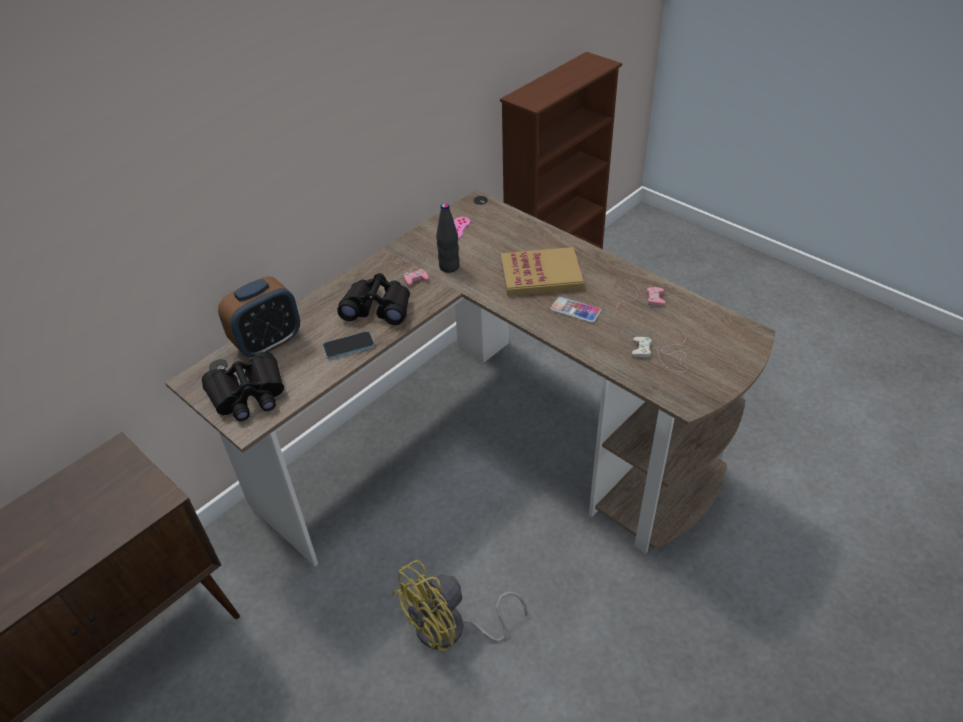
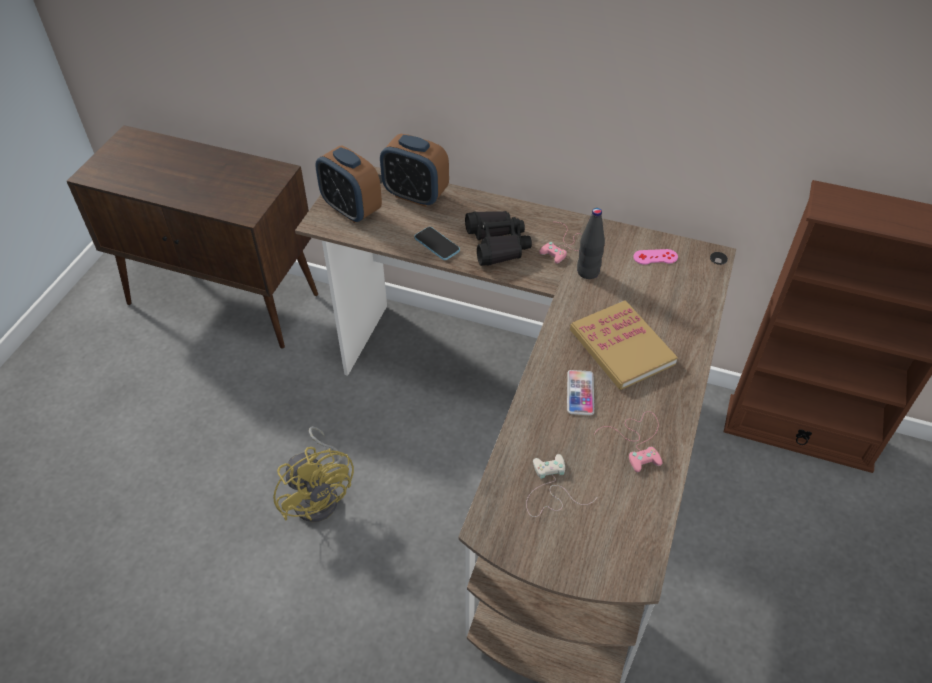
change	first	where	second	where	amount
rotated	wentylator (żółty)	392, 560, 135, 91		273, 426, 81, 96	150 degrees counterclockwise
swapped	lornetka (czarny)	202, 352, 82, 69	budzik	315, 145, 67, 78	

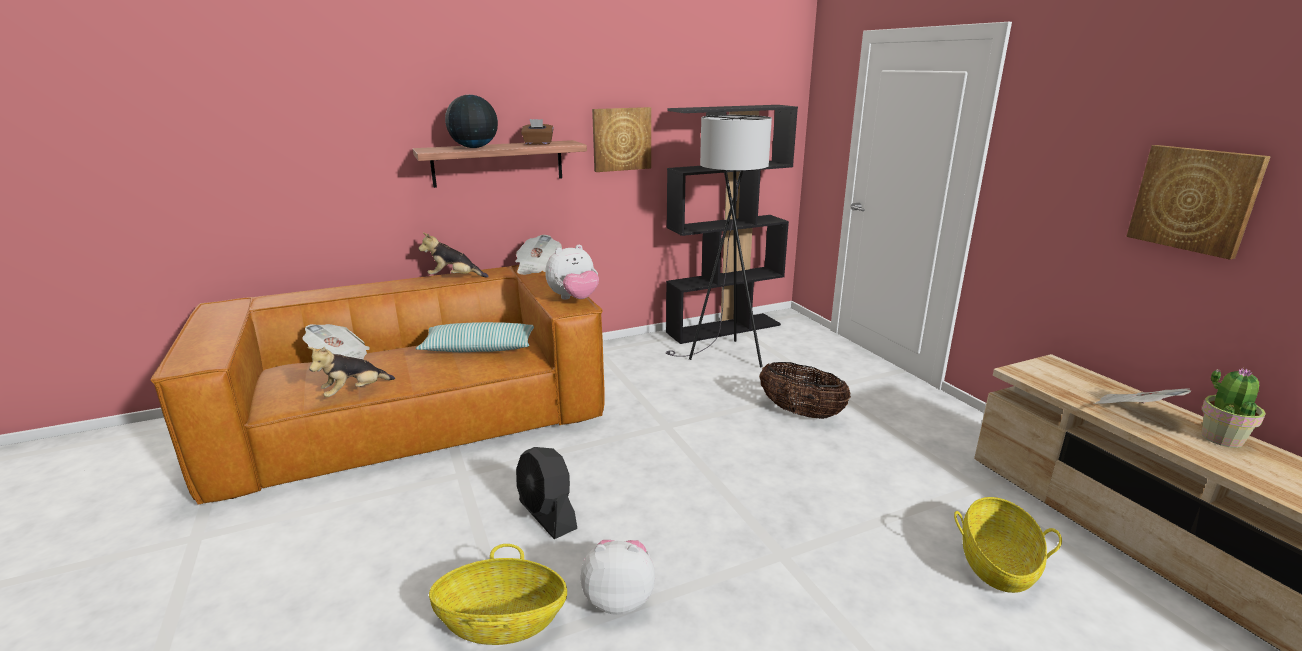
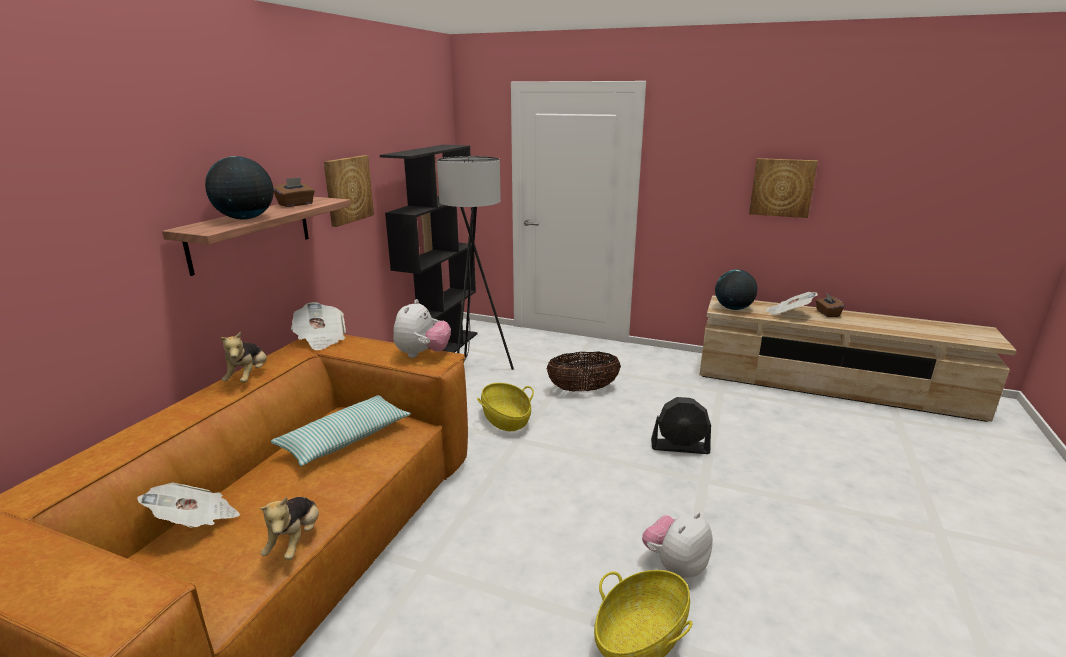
change	first	where	second	where	amount
rotated	pluszak	419, 232, 70, 46		220, 331, 47, 52	45 degrees counterclockwise
shifted	koszyk	954, 497, 108, 96		477, 383, 57, 48	
shifted	wentylator (czarny)	516, 447, 61, 92		651, 397, 60, 57	
new			globus	715, 270, 43, 40	
swapped	roślina doniczkowa	1201, 369, 65, 79	pudełko chusteczek (brązowy)	816, 293, 28, 24	

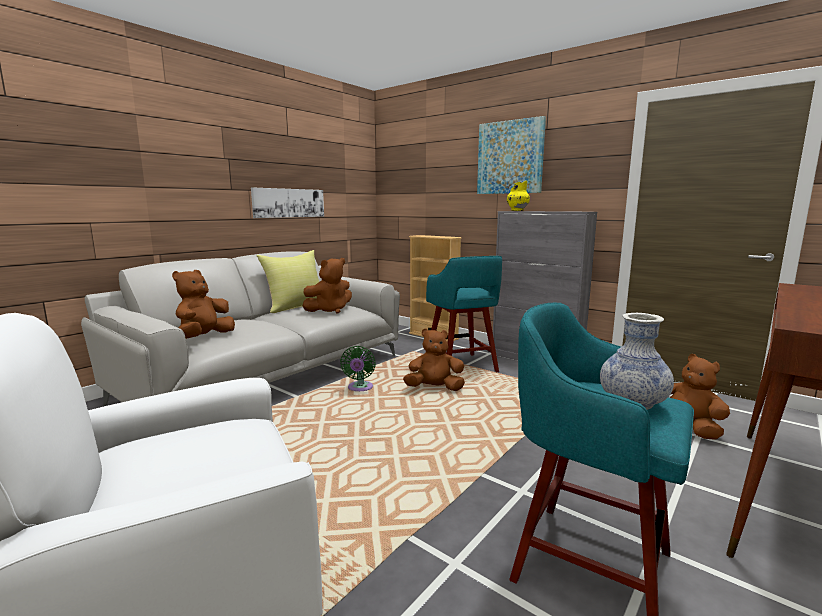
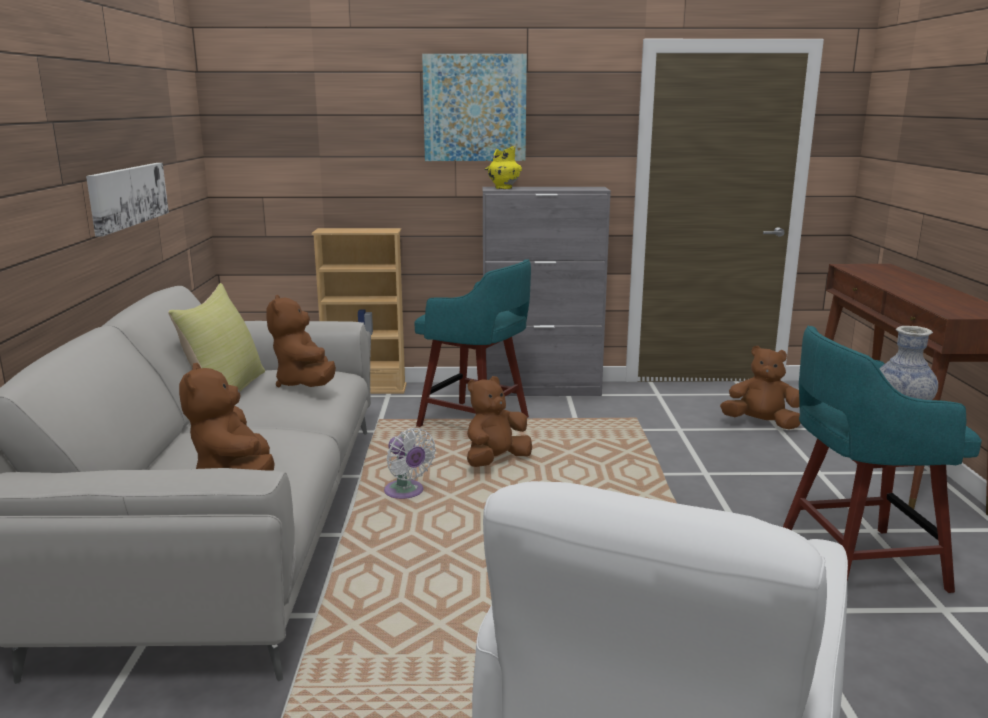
change	first	where	second	where	amount
rotated	pluszak (brązowy)	303, 258, 49, 56		266, 295, 70, 93	150 degrees clockwise
repainted	wentylator (zielony)	340, 346, 36, 45	wentylator (biały)	384, 428, 52, 71	

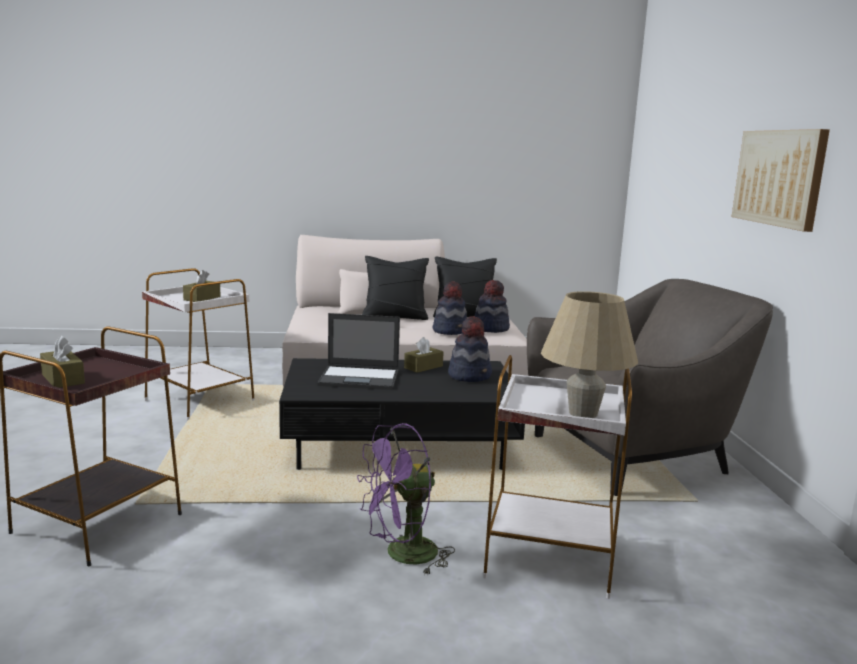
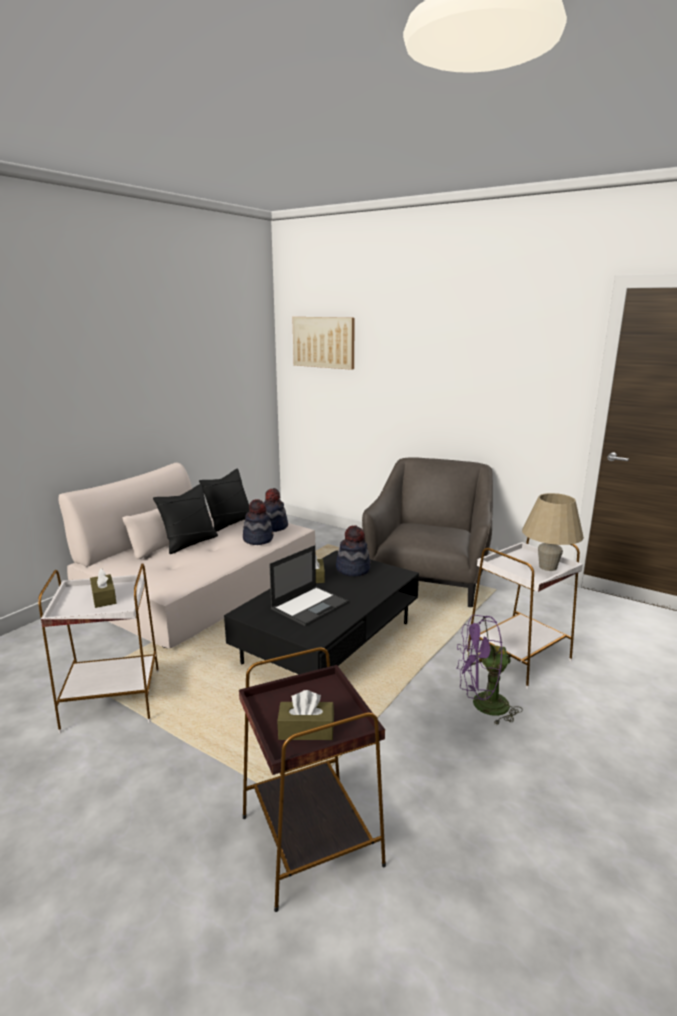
change	first	where	second	where	amount
shifted	obraz	732, 129, 98, 103		292, 317, 63, 53	
rotated	wentylator (fioletowy)	357, 423, 98, 153		456, 615, 67, 111	75 degrees clockwise

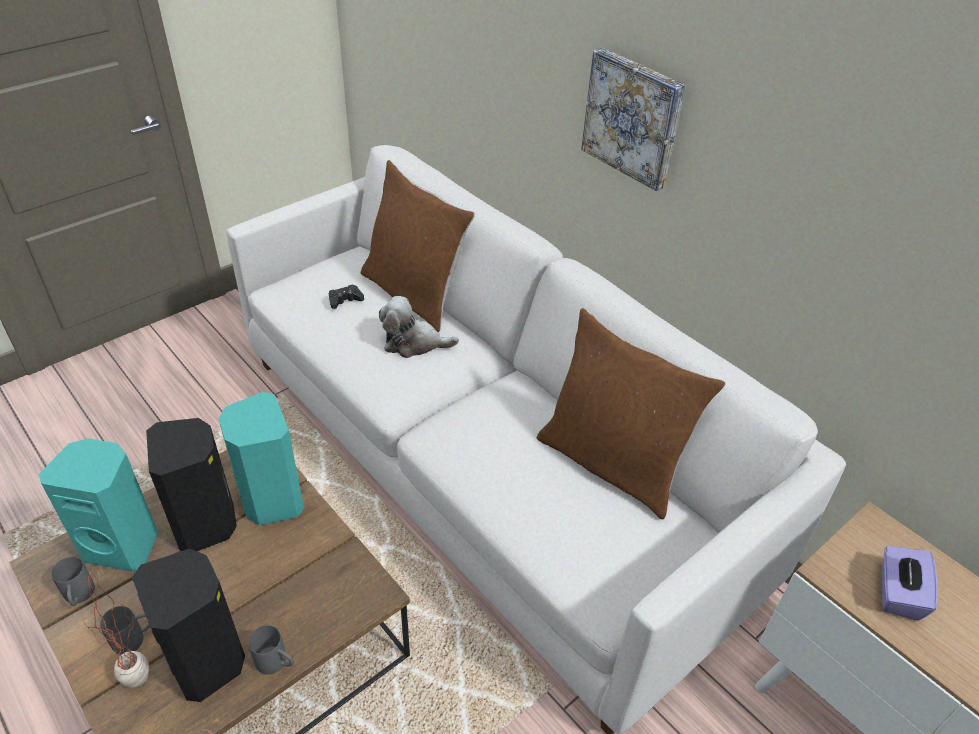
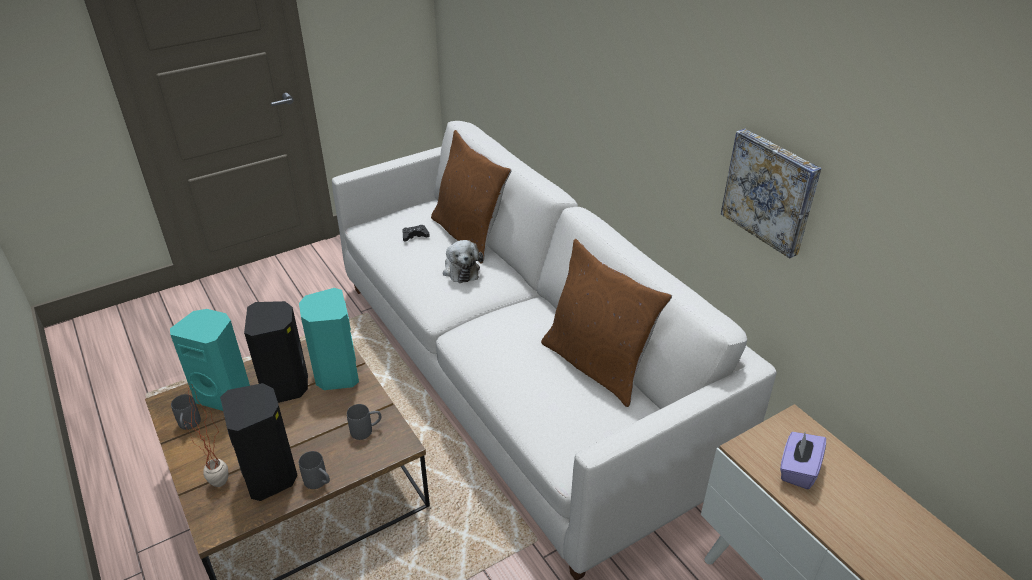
change	first	where	second	where	amount
shifted	kubek (szary)	100, 606, 50, 49		347, 404, 34, 36	
rotated	pluszak	379, 296, 80, 62		443, 240, 40, 43	120 degrees counterclockwise
shifted	obraz	581, 48, 104, 143		721, 129, 101, 130	

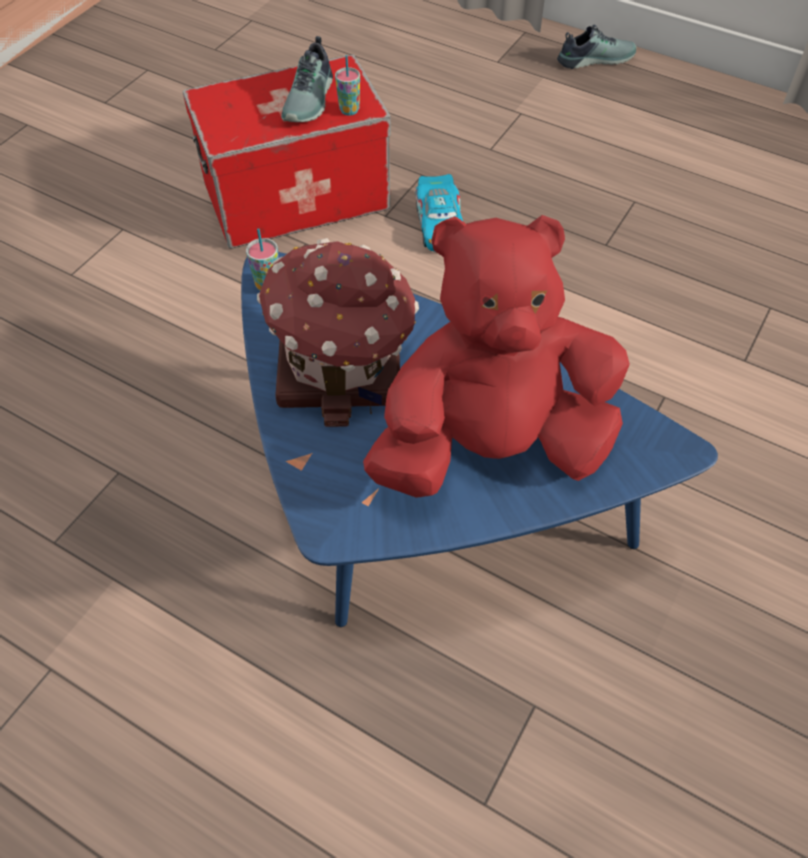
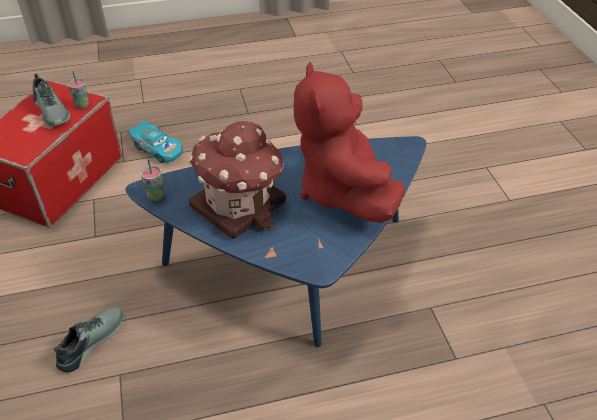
change	first	where	second	where	amount
shifted	but	557, 25, 79, 44		54, 307, 69, 65	
rotated	pluszak (czerwony)	363, 215, 267, 283		294, 62, 111, 161	45 degrees counterclockwise

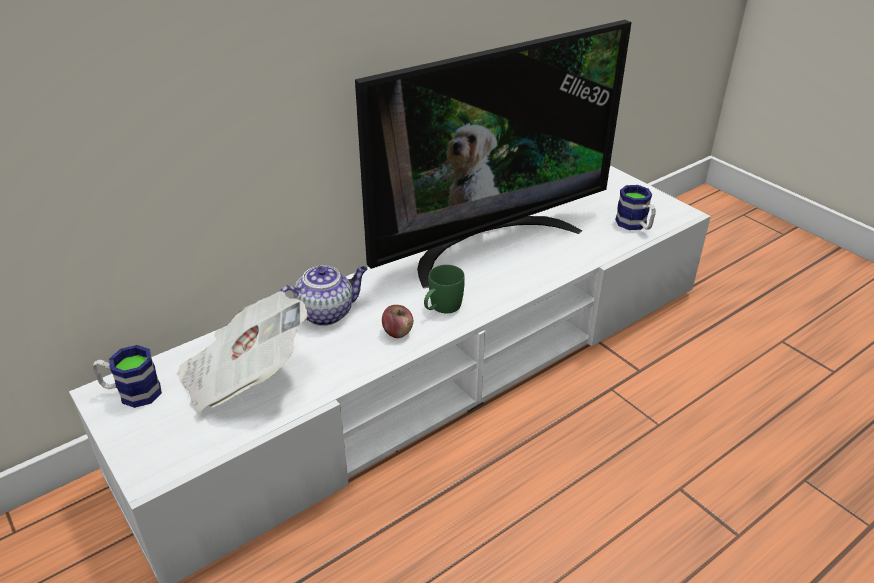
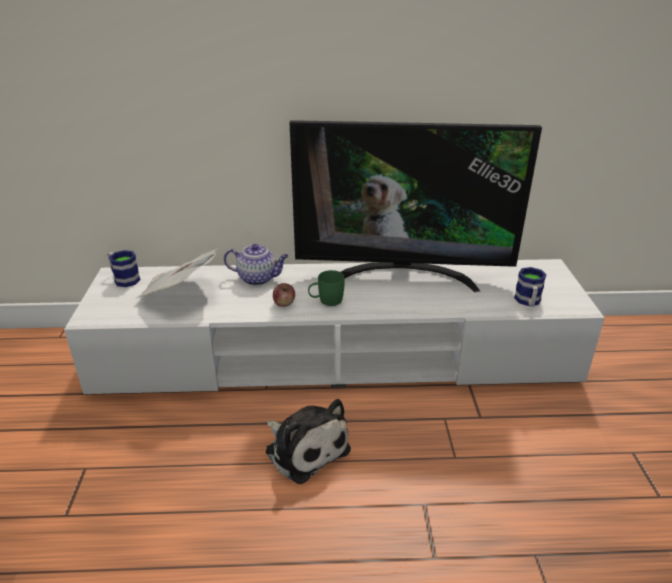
change	first	where	second	where	amount
new			pluszak	266, 399, 85, 85	

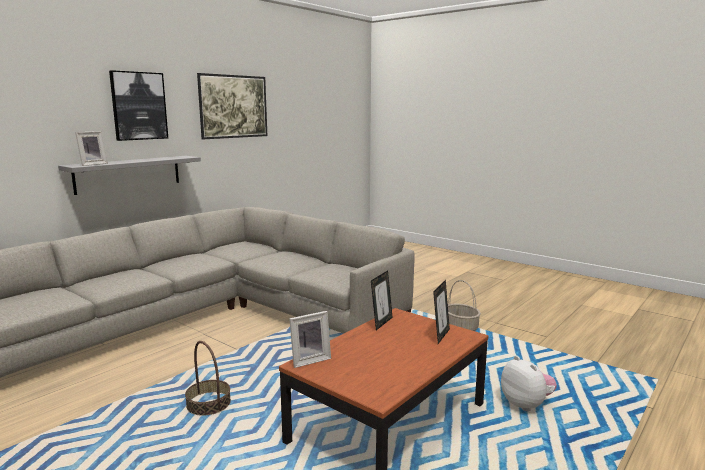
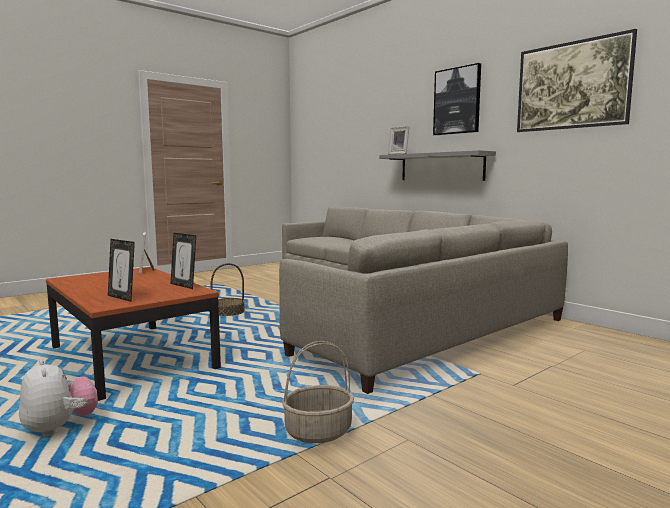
change	first	where	second	where	amount
rotated	pluszak	501, 356, 56, 55		19, 359, 79, 77	105 degrees counterclockwise

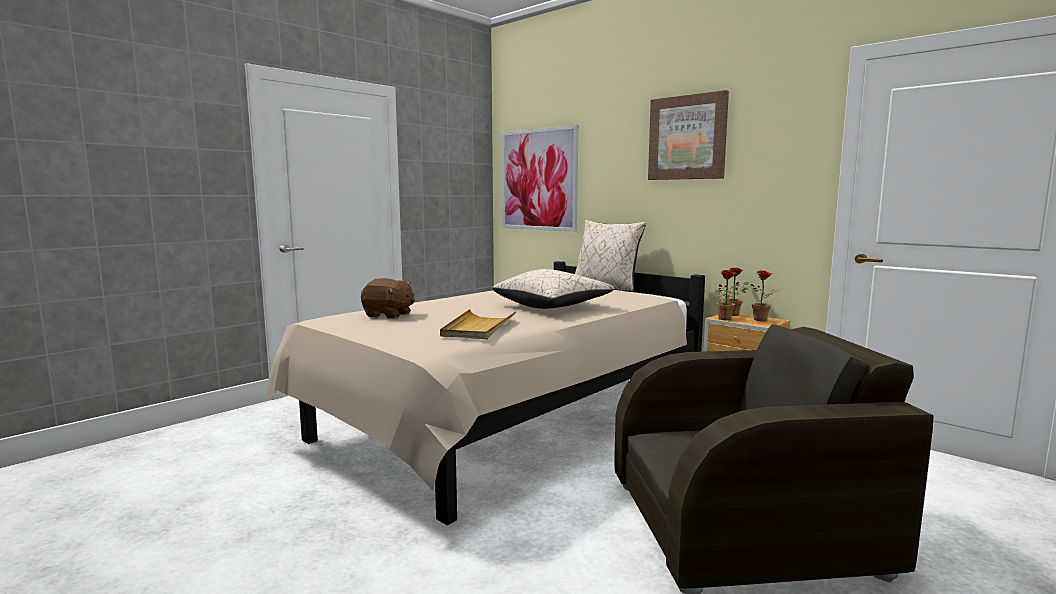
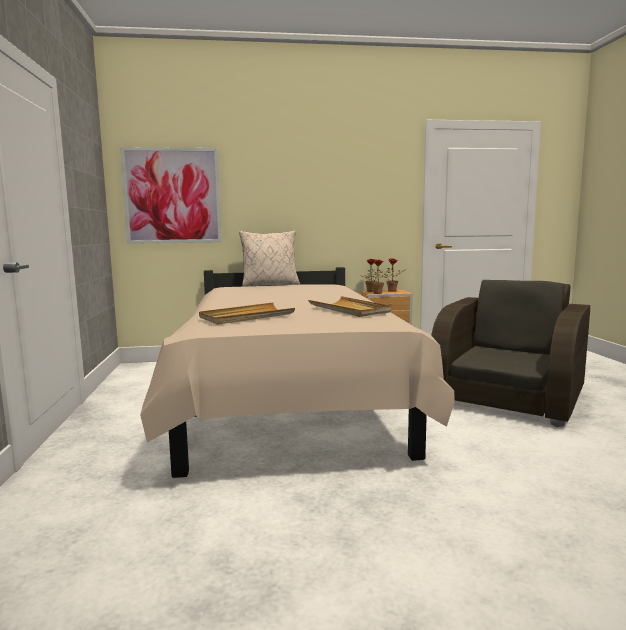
change	first	where	second	where	amount
swapped	pluszak (brązowy)	361, 278, 54, 41	taca (beżowy)	199, 303, 96, 22	
gone	poduszka (beżowy)	493, 269, 121, 40			
gone	obraz	648, 90, 81, 90			

